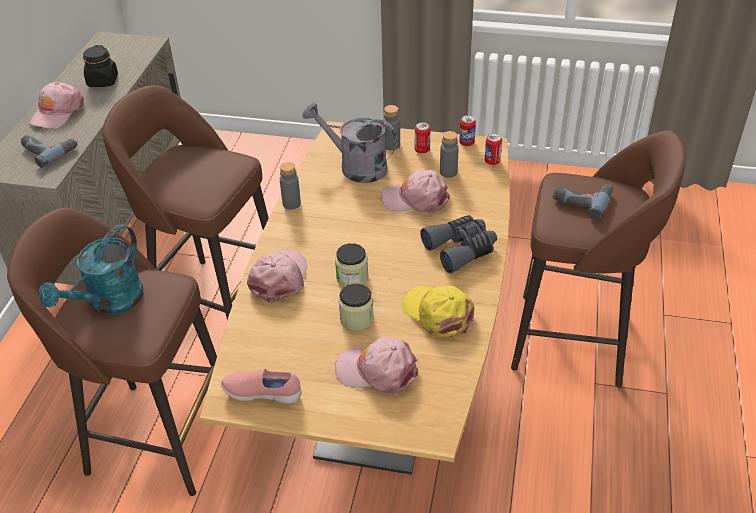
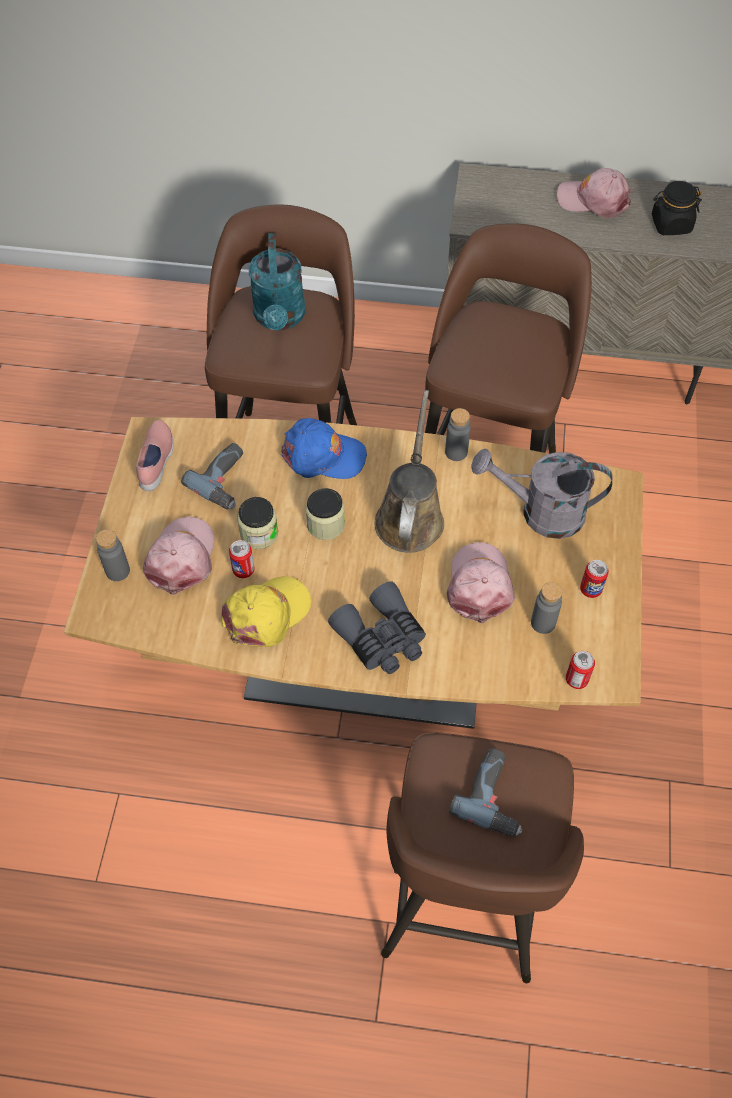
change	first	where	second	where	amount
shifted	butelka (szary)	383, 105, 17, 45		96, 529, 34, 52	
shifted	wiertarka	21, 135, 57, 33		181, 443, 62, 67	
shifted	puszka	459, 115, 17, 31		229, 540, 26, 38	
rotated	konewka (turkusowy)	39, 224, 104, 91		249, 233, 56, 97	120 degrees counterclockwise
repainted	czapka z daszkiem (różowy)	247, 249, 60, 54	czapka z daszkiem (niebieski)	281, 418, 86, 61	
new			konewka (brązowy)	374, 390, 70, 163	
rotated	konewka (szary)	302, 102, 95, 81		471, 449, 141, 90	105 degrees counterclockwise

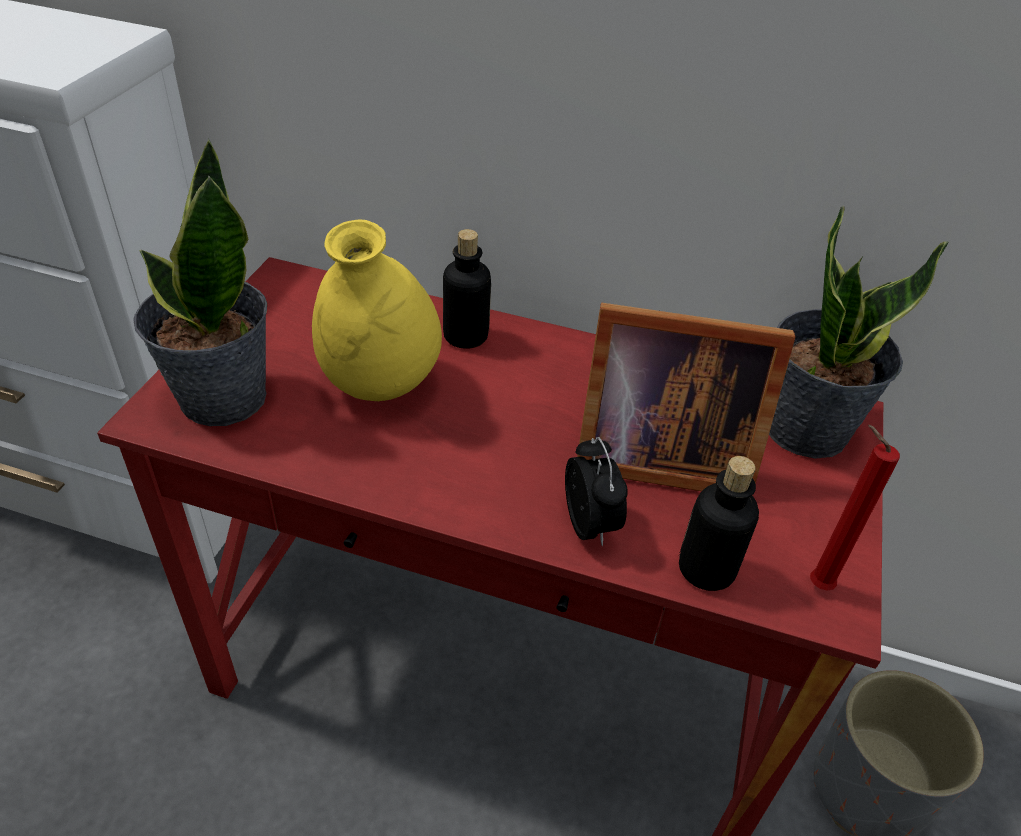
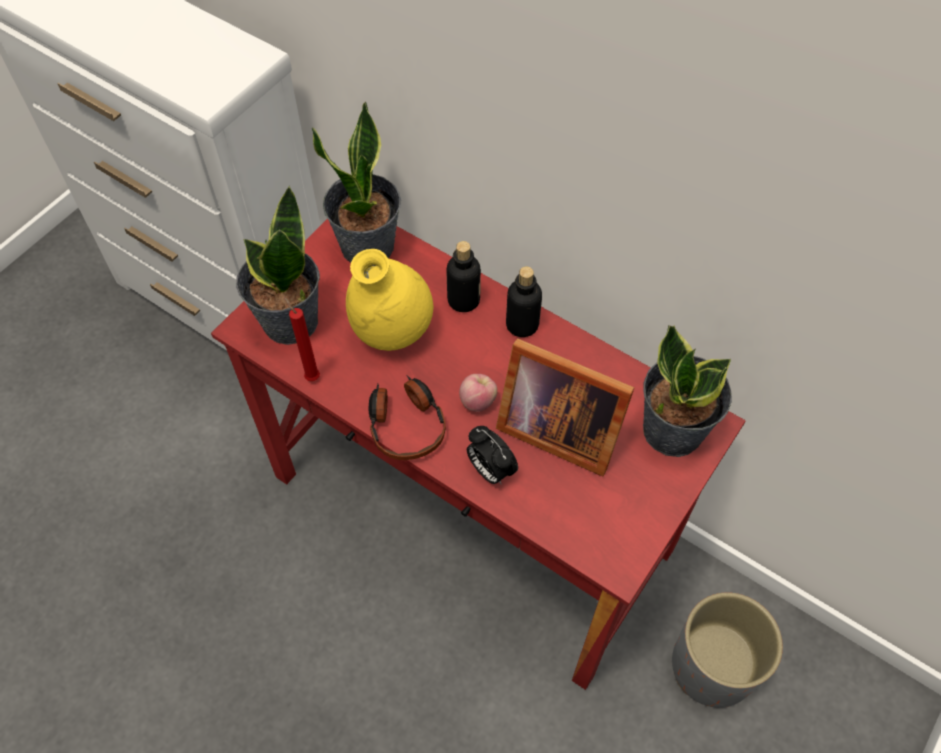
change	first	where	second	where	amount
shifted	świeca (czerwony)	810, 425, 90, 165		284, 297, 36, 84	
new			roślina doniczkowa	312, 101, 89, 162	
new			słuchawki	369, 375, 77, 85	
new			jabłko	459, 374, 39, 38	
rotated	budzik	565, 437, 63, 109		467, 426, 51, 59	135 degrees clockwise
shifted	butelka	679, 456, 80, 135		506, 267, 36, 70	

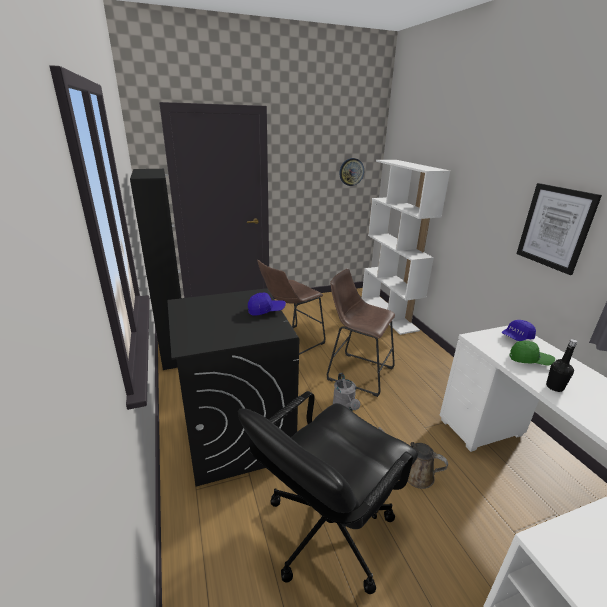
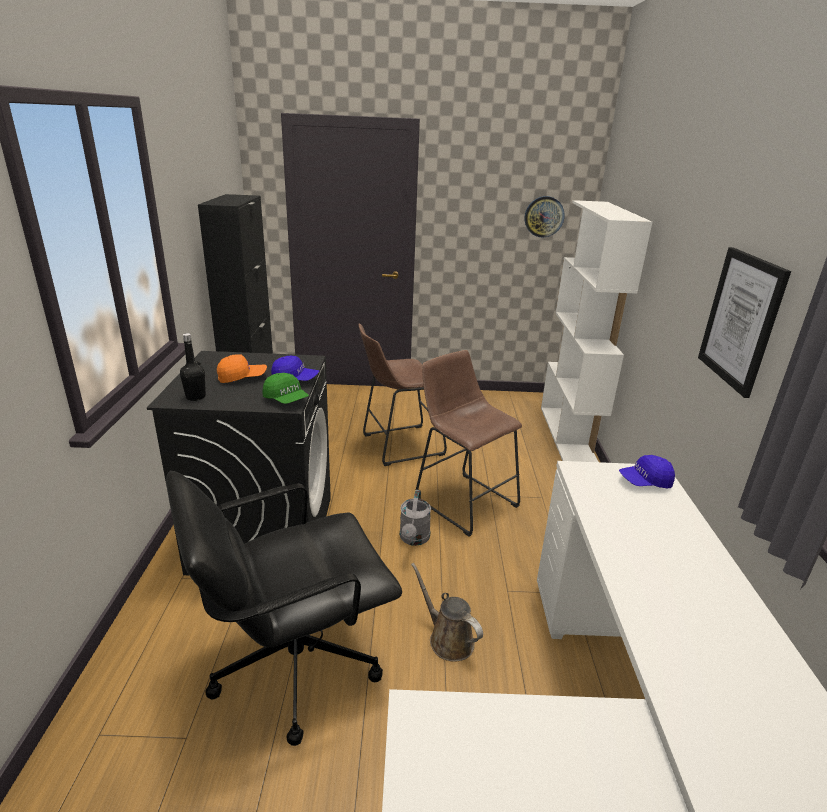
change	first	where	second	where	amount
shifted	butelka (czarny)	546, 339, 31, 53		180, 333, 26, 68	
new			czapka z daszkiem (pomarańczowy)	217, 354, 50, 29	
shifted	czapka z daszkiem (zielony)	510, 341, 45, 24		263, 373, 46, 31	

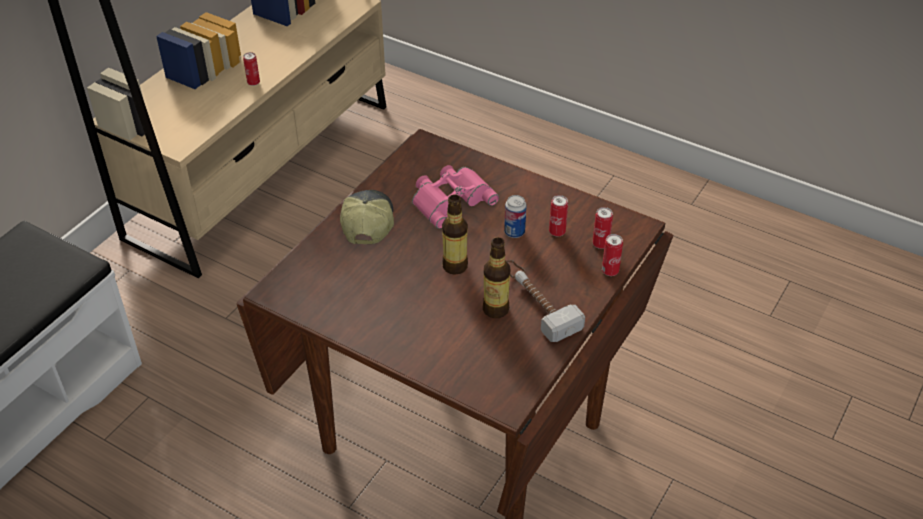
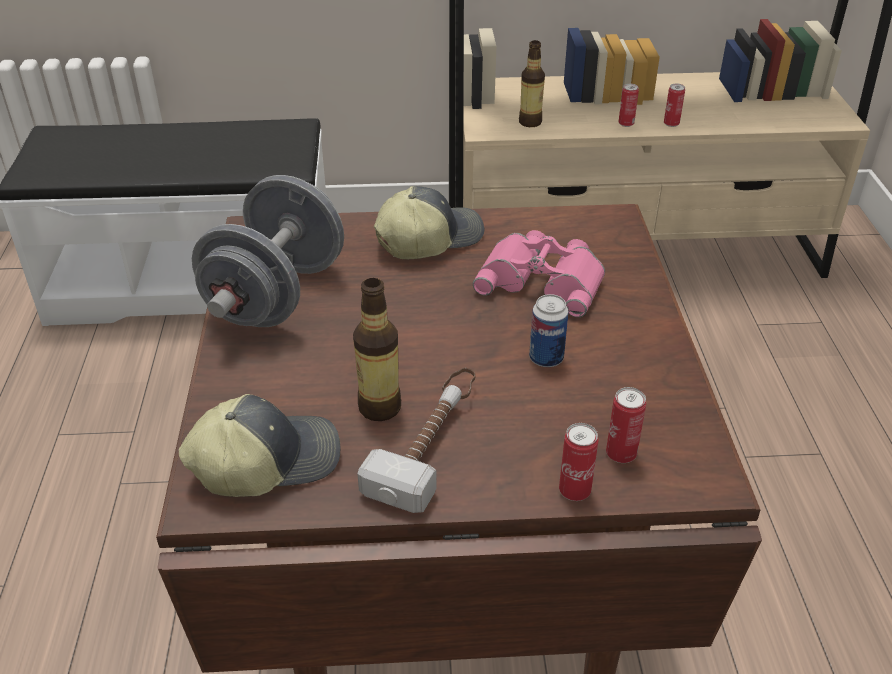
change	first	where	second	where	amount
new			czapka z daszkiem	179, 394, 161, 103	
new			hantel (szary)	192, 175, 152, 152	
shifted	butelka	442, 195, 26, 80		519, 40, 26, 87	
shifted	puszka	549, 195, 19, 41		664, 84, 21, 43	

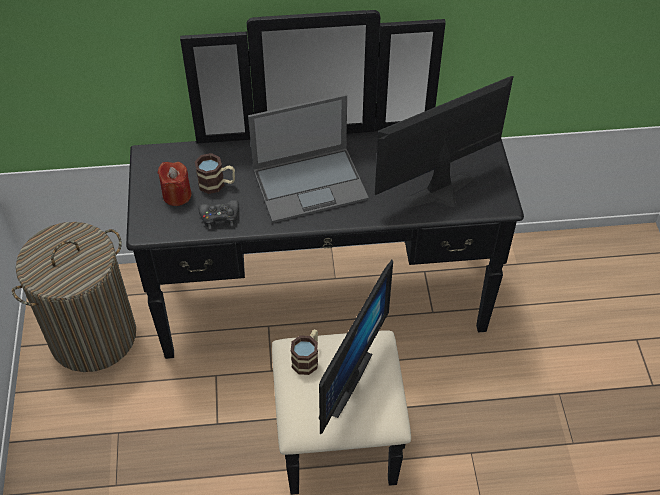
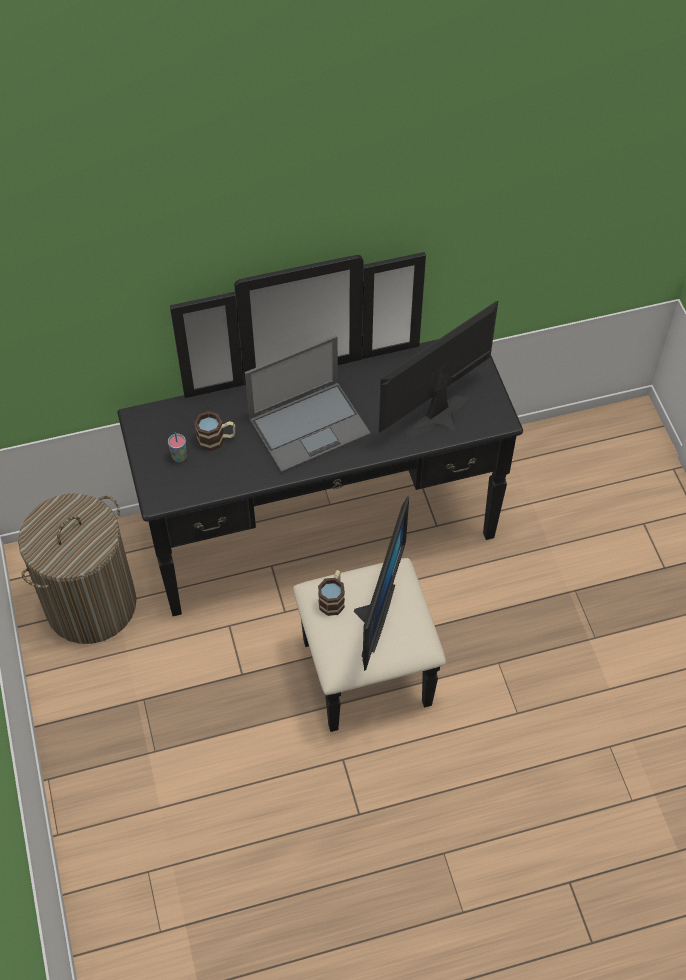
change	first	where	second	where	amount
swapped	świeca (czerwony)	158, 162, 33, 44	filiżanka	168, 432, 19, 30	
gone	pad do gier (czarny)	198, 200, 41, 29			

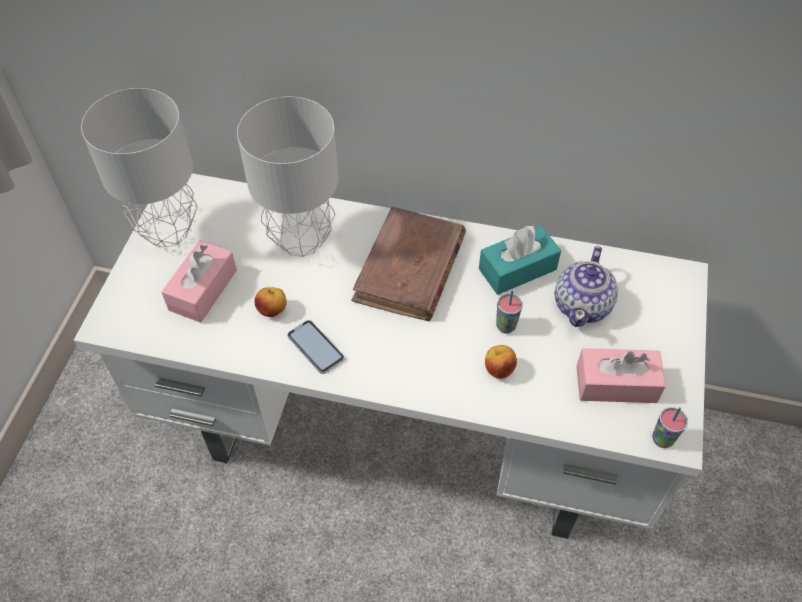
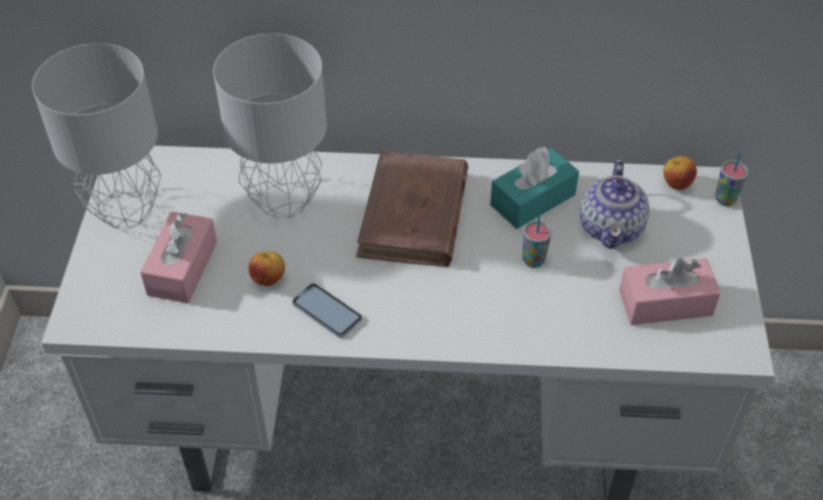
change	first	where	second	where	amount
shifted	jabłko	485, 345, 32, 34		663, 156, 34, 34	
shifted	filiżanka	652, 407, 36, 41		715, 153, 34, 53	

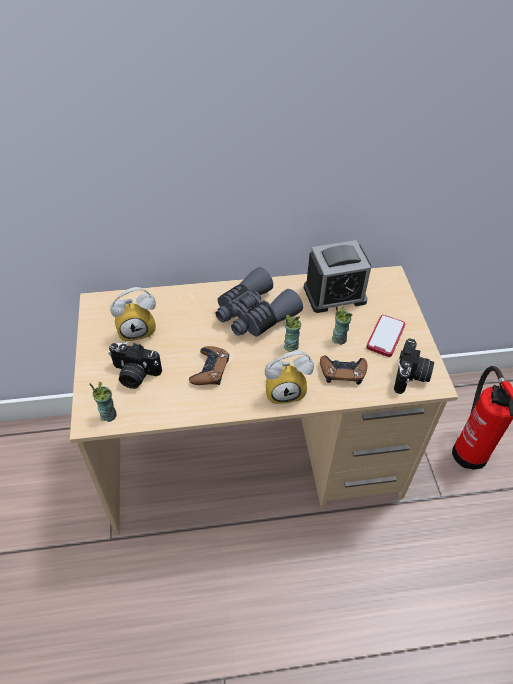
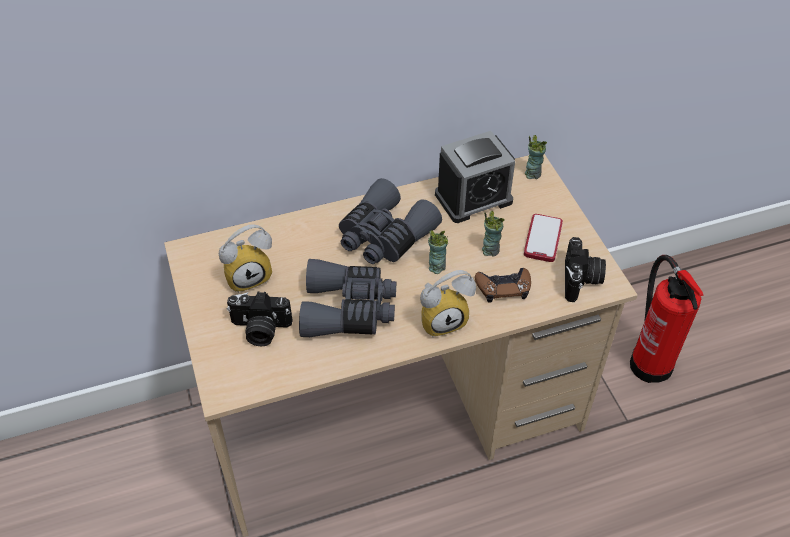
change	first	where	second	where	amount
swapped	pad do gier (brązowy)	189, 346, 40, 39	lornetka (szary)	299, 259, 97, 78	
shifted	filiżanka	89, 382, 28, 40		525, 135, 22, 44	

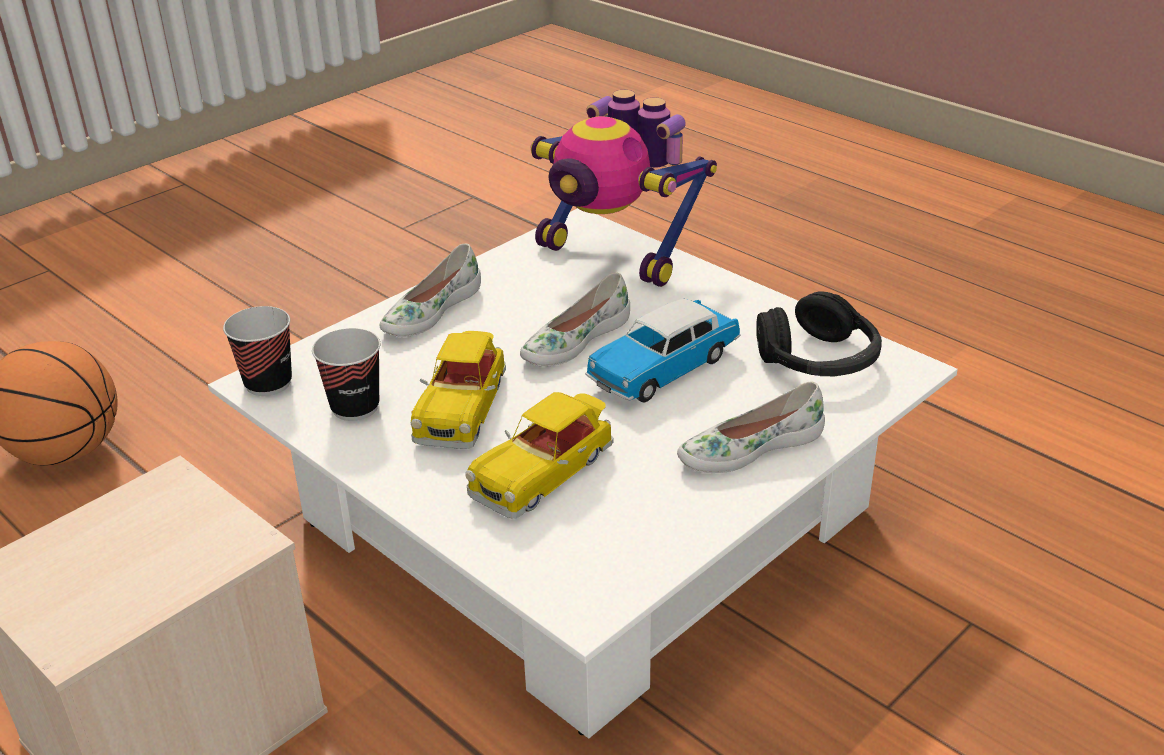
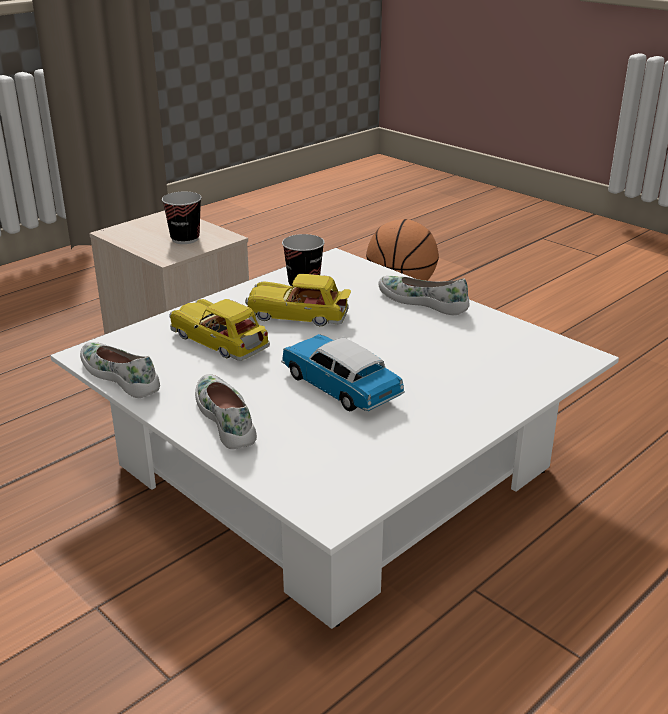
change	first	where	second	where	amount
shifted	but (biały)	520, 272, 110, 95		80, 342, 80, 56	
shifted	filiżanka	223, 306, 69, 90		162, 192, 40, 52	
gone	robot zabawkowy	531, 90, 186, 197			
gone	słuchawki (czarny)	756, 291, 126, 85			

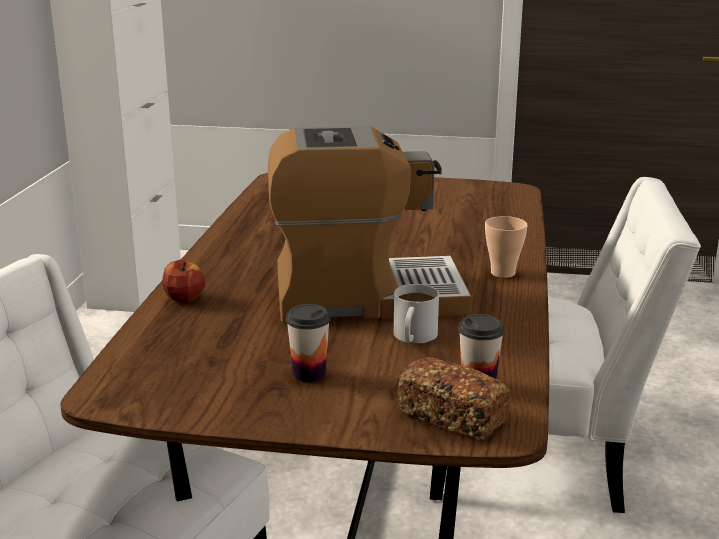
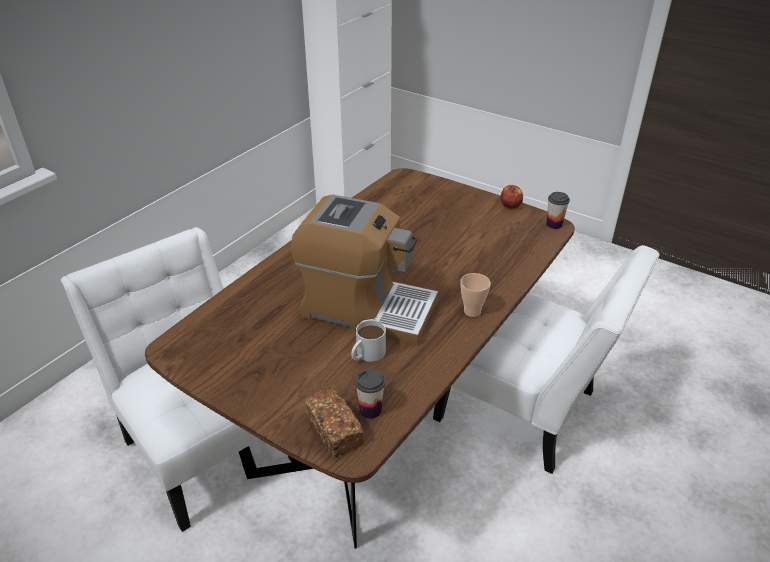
change	first	where	second	where	amount
shifted	jabłko	162, 260, 43, 43		501, 185, 22, 24	
shifted	filiżanka	286, 304, 44, 78		546, 192, 24, 37	

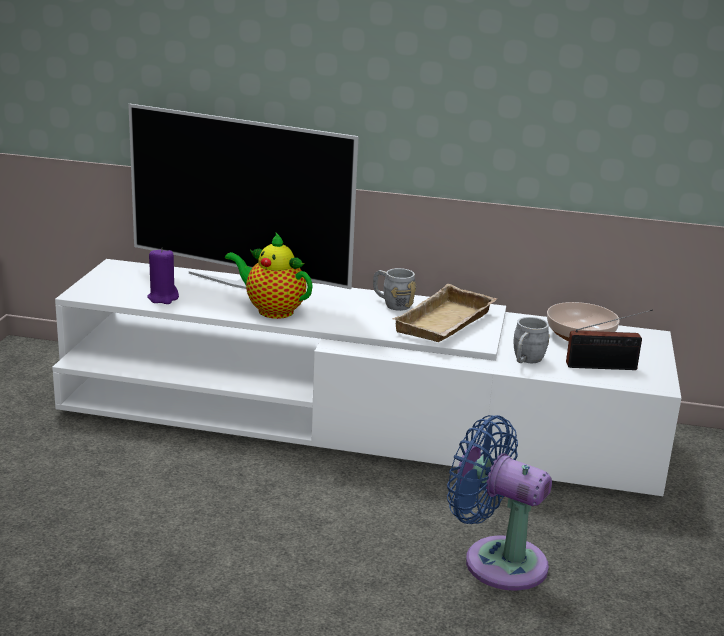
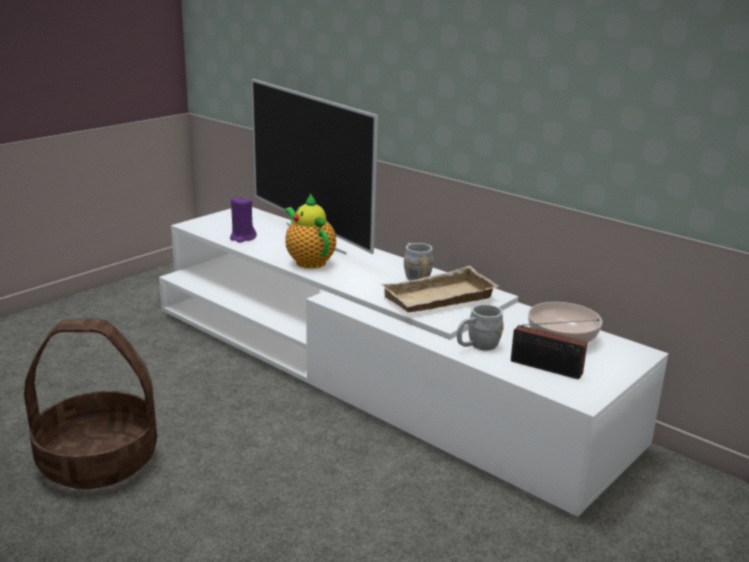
change	first	where	second	where	amount
new			koszyk	24, 319, 133, 170	
gone	wentylator (niebieski)	447, 415, 105, 176			

